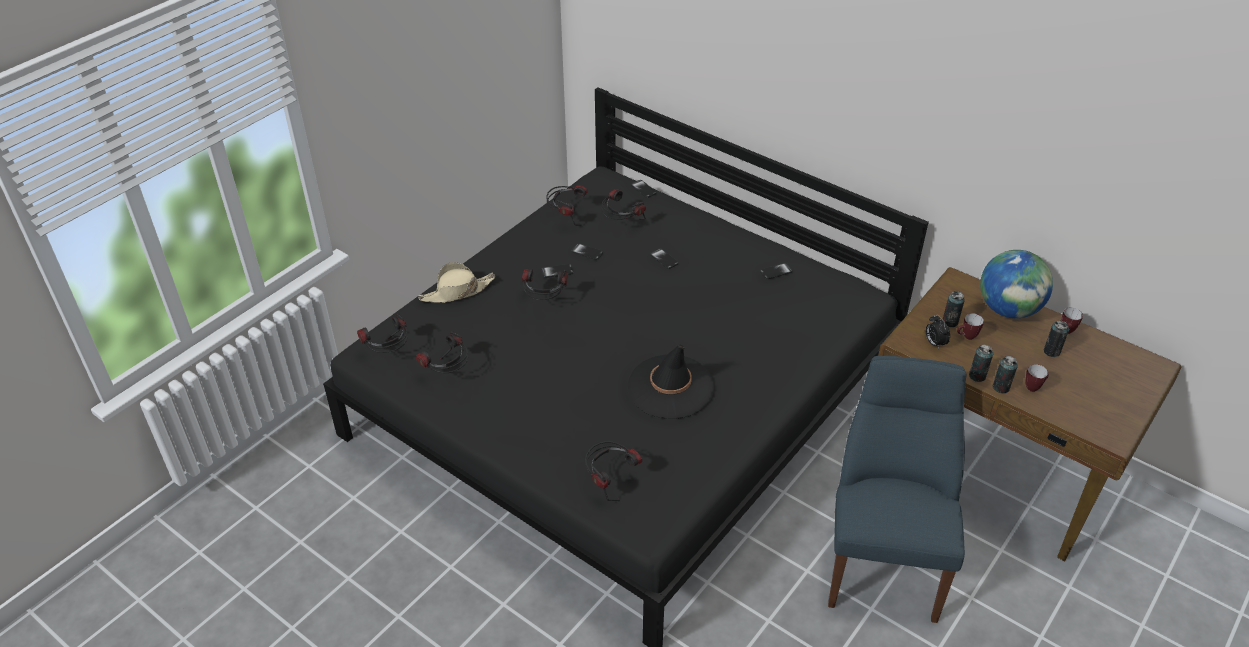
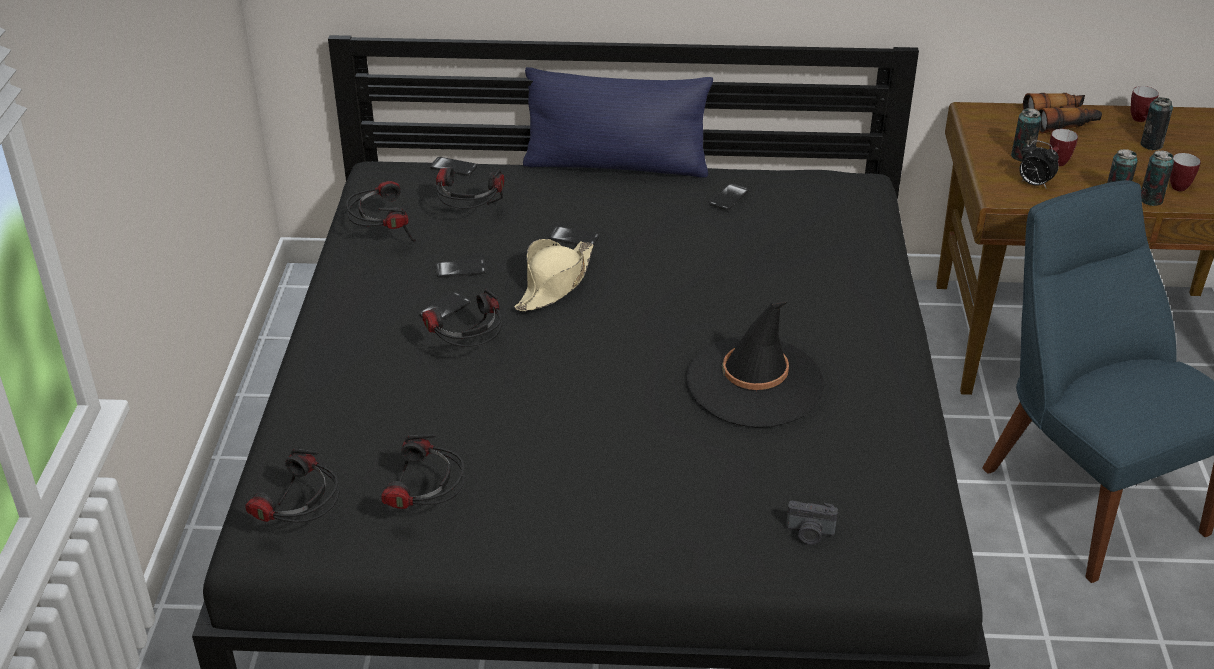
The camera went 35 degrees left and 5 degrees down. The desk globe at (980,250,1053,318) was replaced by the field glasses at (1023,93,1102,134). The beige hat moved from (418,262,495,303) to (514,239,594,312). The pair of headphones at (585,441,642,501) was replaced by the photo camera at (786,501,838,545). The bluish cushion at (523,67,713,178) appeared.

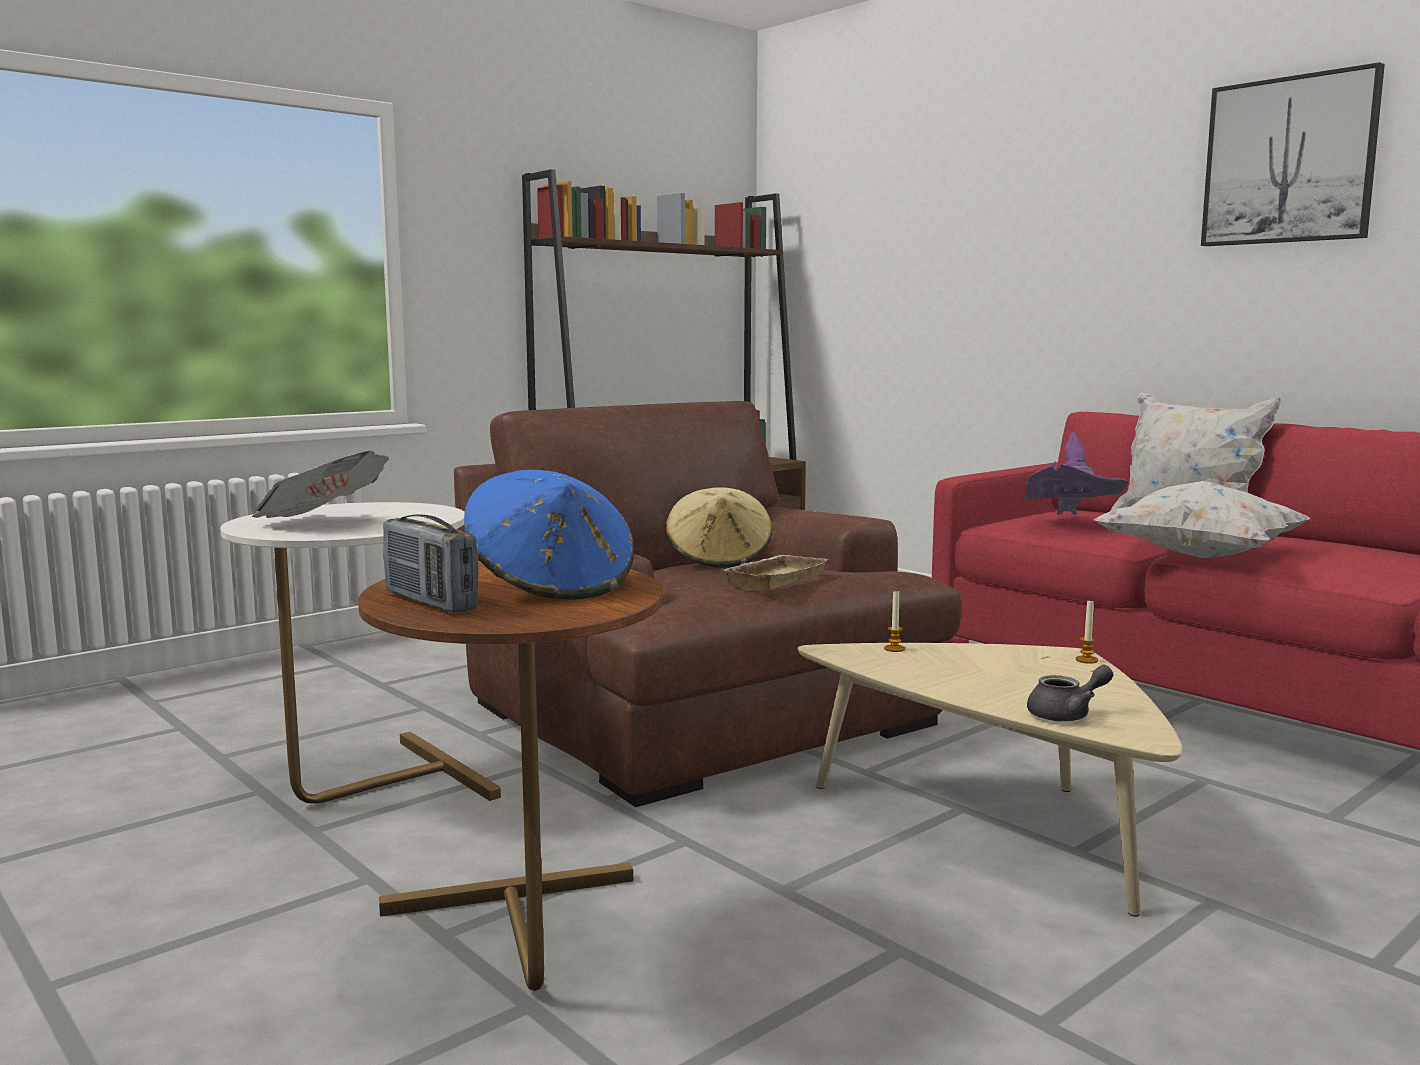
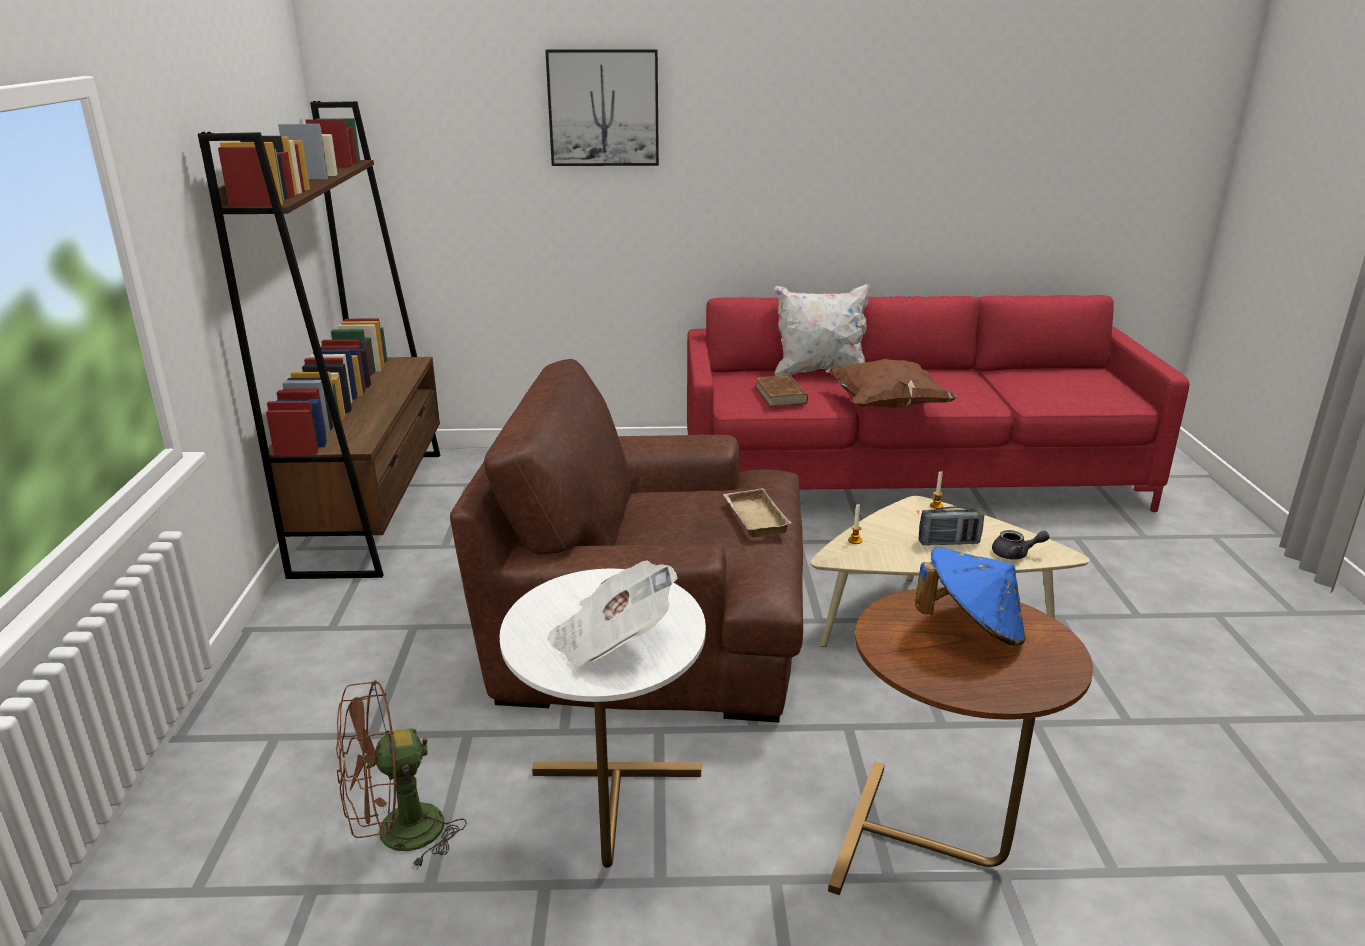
The camera went 50 degrees left and 15 degrees up. The picture moved from (1201,62,1385,246) to (545,49,659,166). The purplish hat at (1025,432,1128,515) was replaced by the brown-coloured volume at (755,375,808,407). The whitish cushion at (1094,481,1311,558) became the brown-coloured cushion at (825,359,958,408). The beige hat at (665,487,772,568) disappeared. The radio set moved from (383,514,479,612) to (919,506,984,546). The greyish teapot at (1027,665,1113,722) turned 75 degrees clockwise. The brown-coloured cooling fan at (336,680,467,869) appeared.

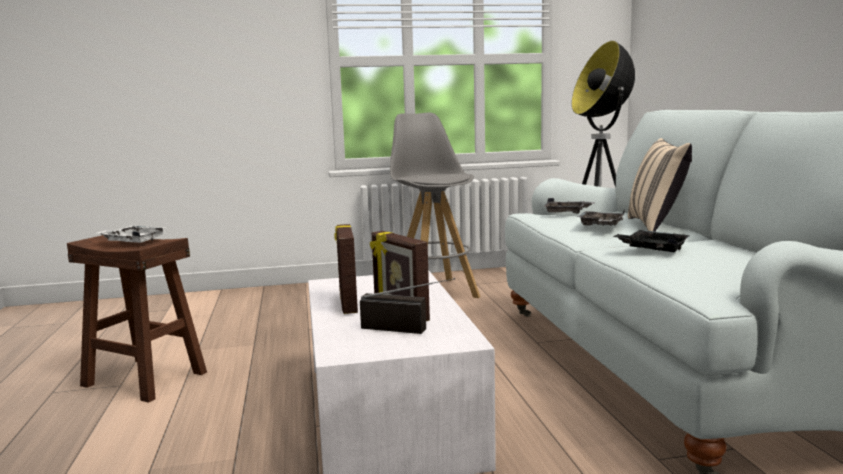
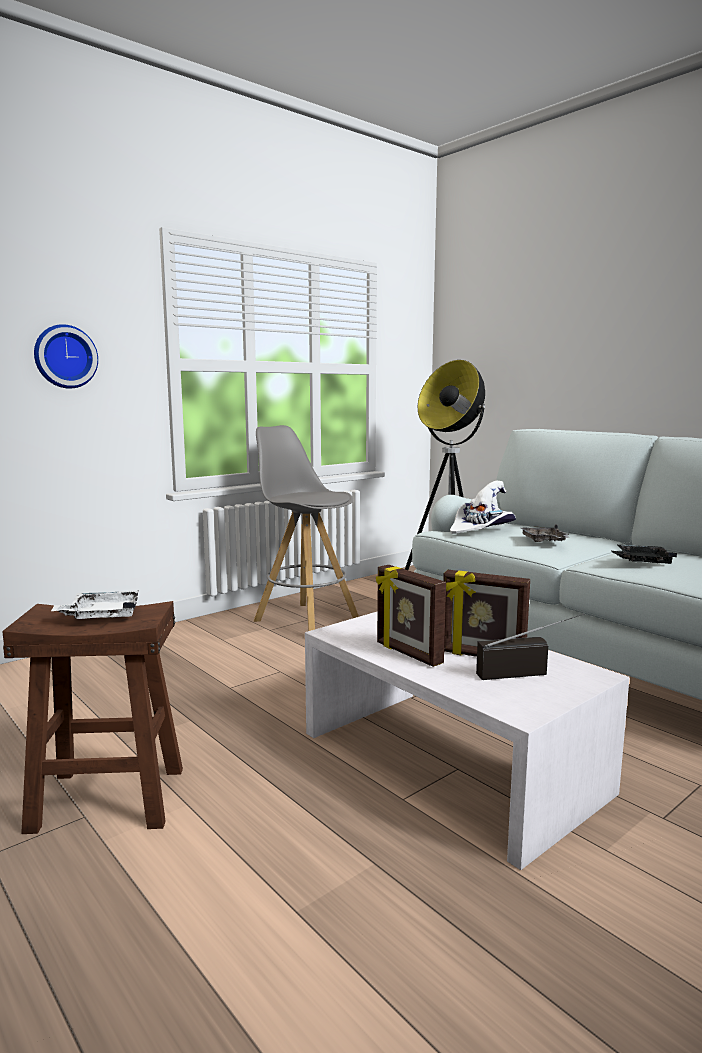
The camera went 30 degrees left and 0 degrees up. The beige cushion at (628,138,692,232) disappeared. The greyish tray at (544,198,595,213) was replaced by the whitish hat at (450,481,516,534). The clock on the wall at (34,324,98,389) appeared.

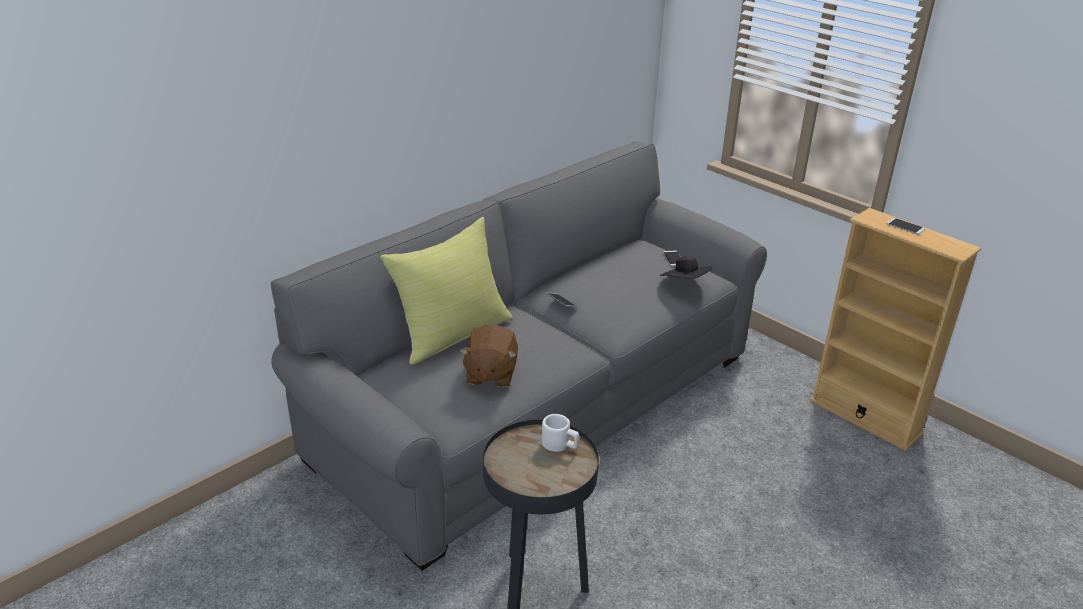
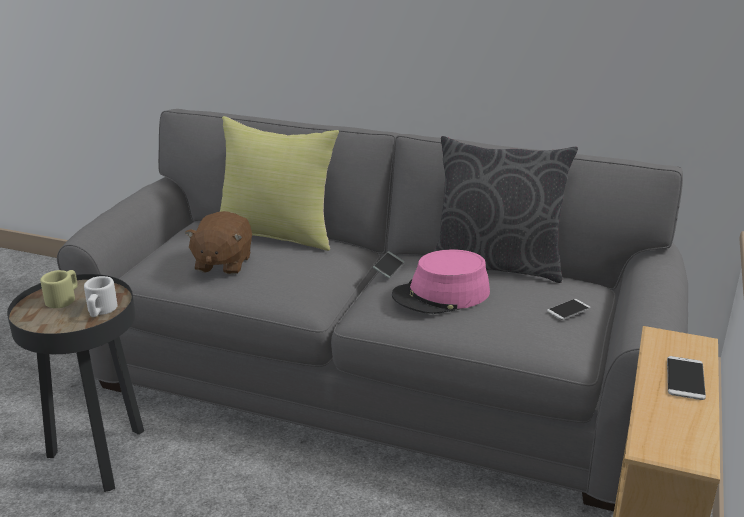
The camera went 65 degrees right and 5 degrees down. The black hat at (660,256,712,279) disappeared. The brown-coloured plush toy at (459,325,518,387) turned 60 degrees counterclockwise. The greyish cushion at (433,136,578,283) appeared. The pink hat at (392,249,490,314) appeared. The beige mug at (40,270,78,308) appeared.

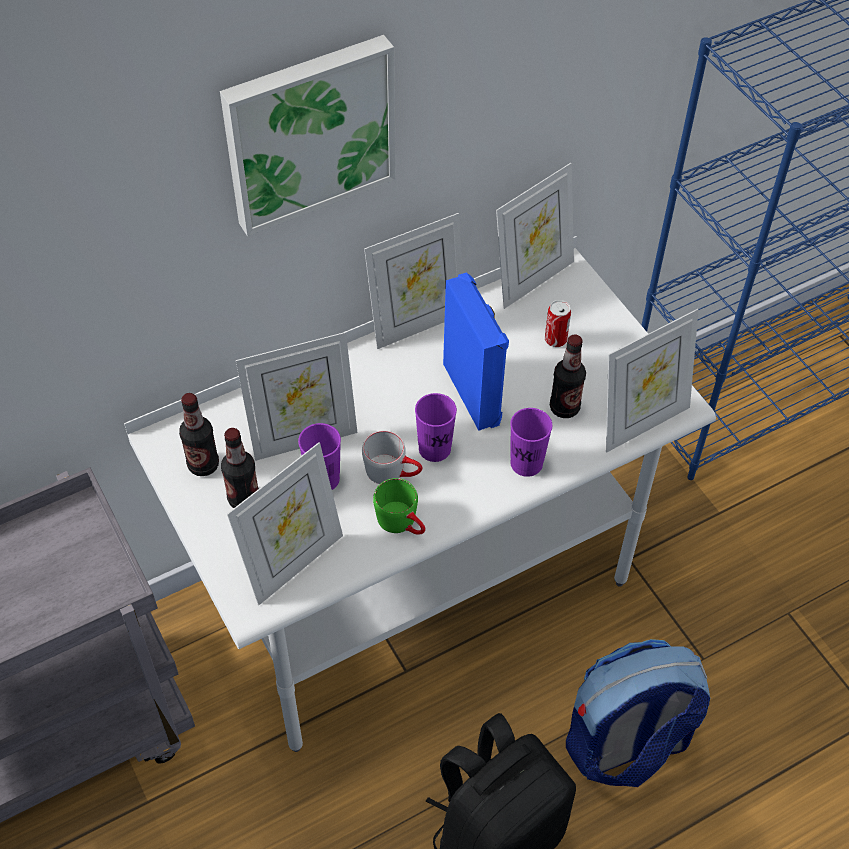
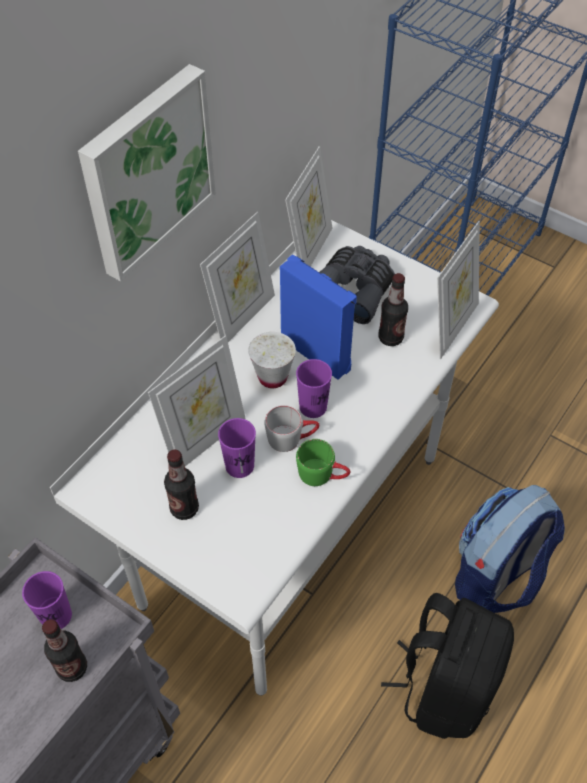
The camera went 25 degrees left and 0 degrees up. The metal can at (545,300,571,347) was replaced by the greyish field glasses at (319,246,395,324). The bottle moved from (179,393,219,476) to (42,619,87,682). The purplish cup moved from (510,408,552,477) to (22,571,72,629). The picture frame at (227,442,343,605) disappeared. The whitish cup at (248,332,296,388) appeared.

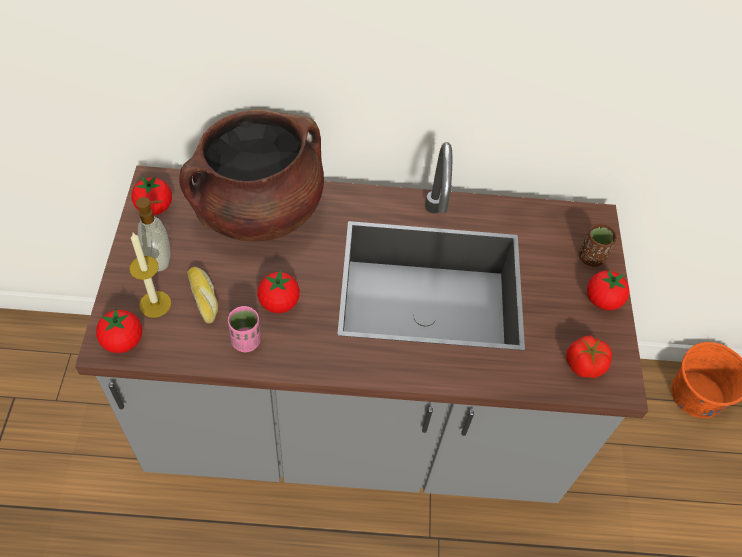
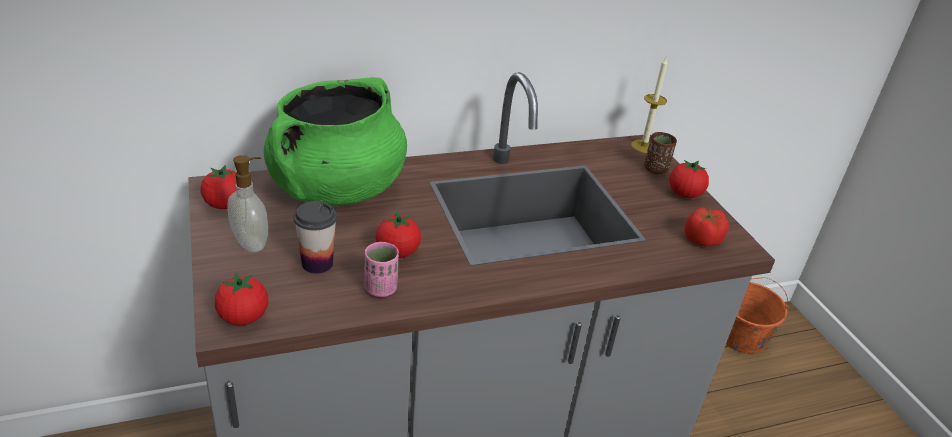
The camera went 20 degrees left and 20 degrees down. The brown-coloured cooking pot at (179,109,324,242) became the greenish cooking pot at (264,77,407,206). The wax candle moved from (129,233,171,318) to (631,58,668,153). The bread at (187,267,218,324) was replaced by the cup at (294,201,337,274).

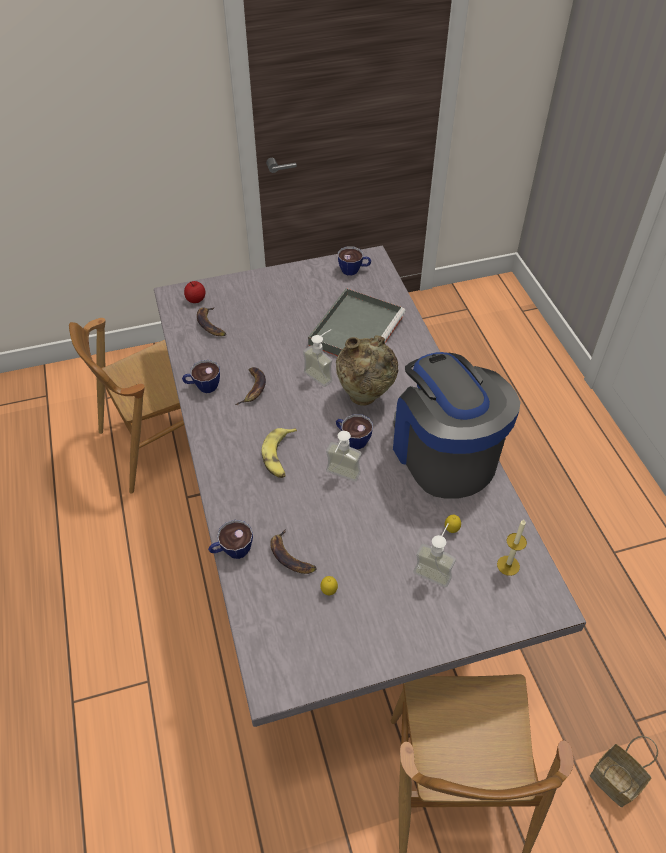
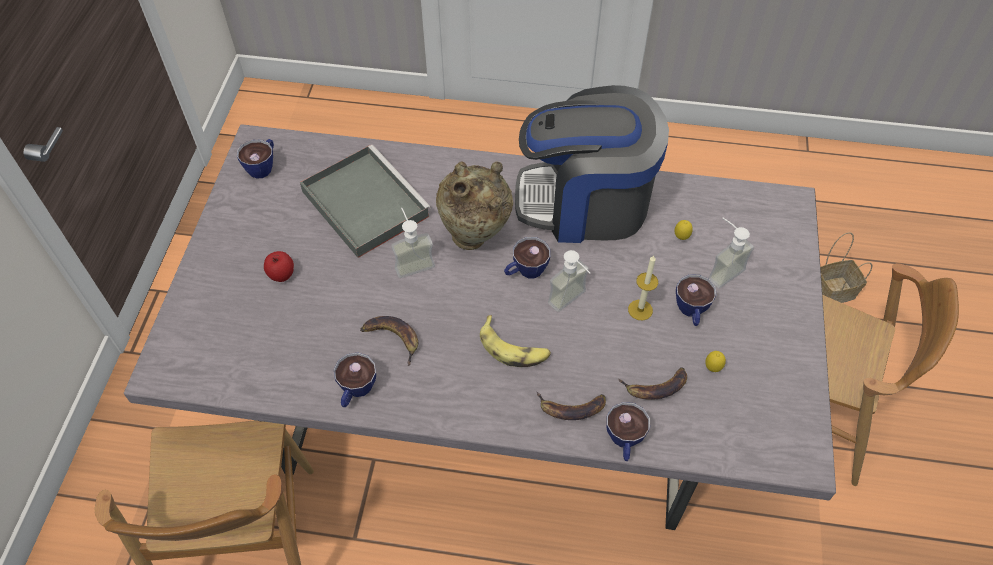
The camera went 65 degrees left and 5 degrees up. The apple fruit moved from (184,281,205,303) to (264,251,294,282). The whole banana moved from (197,307,226,336) to (537,392,606,420). The wax candle moved from (497,520,527,576) to (628,256,658,320). The cup at (676,274,717,326) appeared.

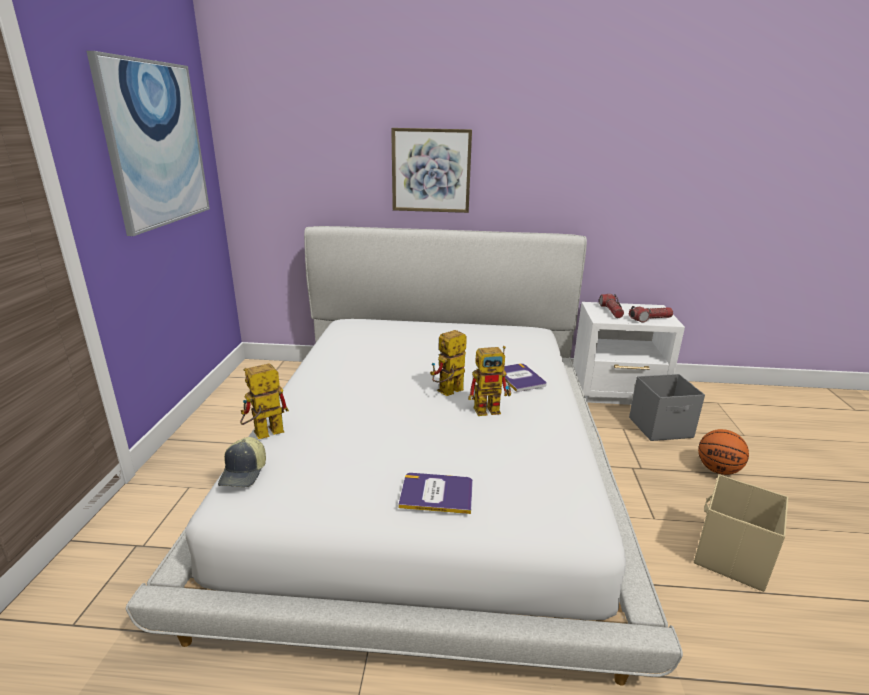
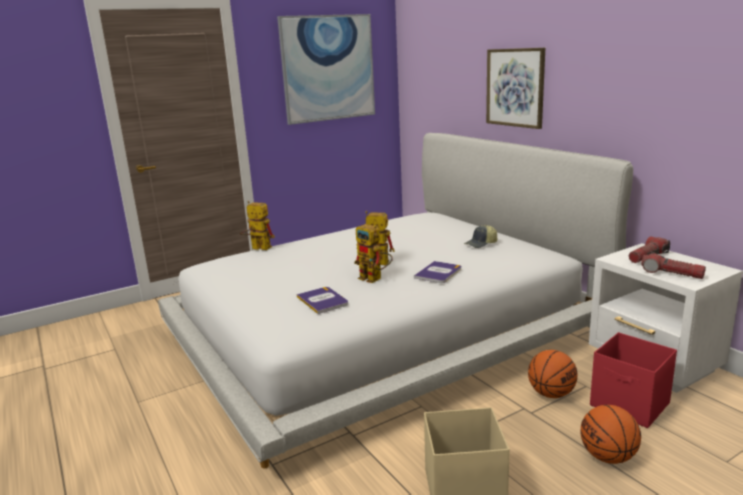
The camera went 55 degrees right and 5 degrees down. The greyish storage box at (629,374,705,441) became the reddish storage box at (590,332,677,428). The baseball cap moved from (218,437,266,487) to (464,225,497,248). The volume moved from (398,473,473,514) to (297,287,348,314). The basketball at (528,350,578,398) appeared.

